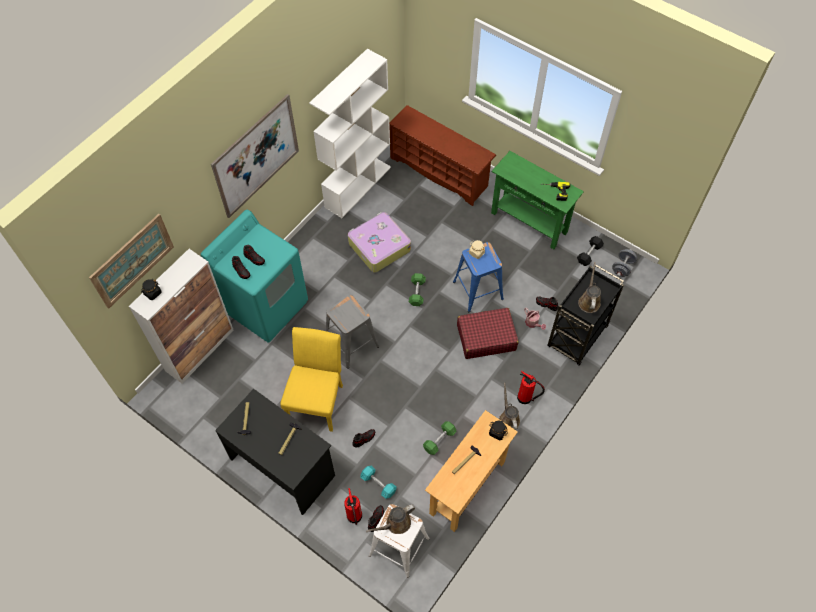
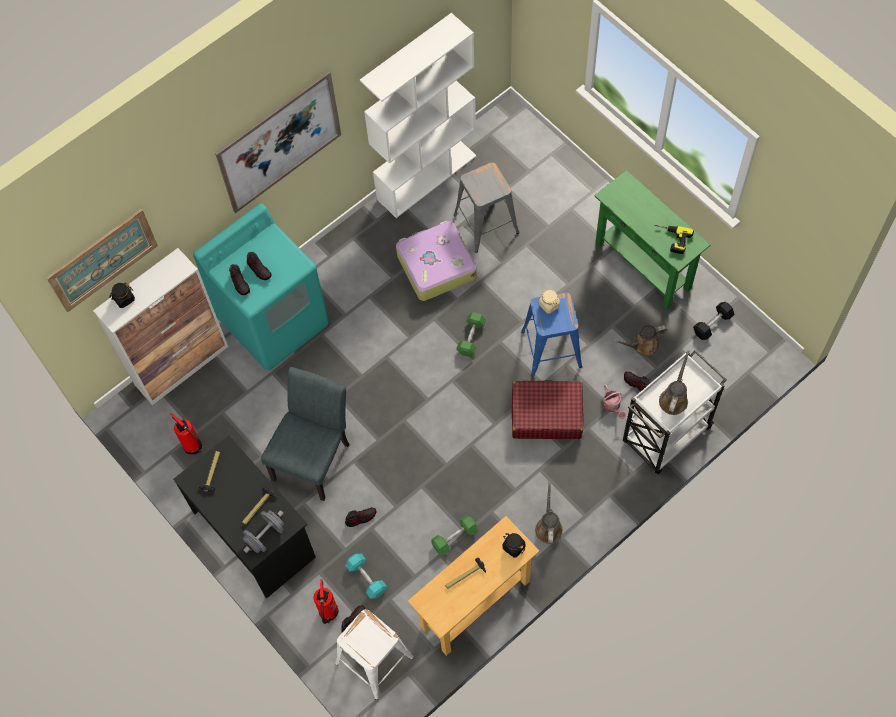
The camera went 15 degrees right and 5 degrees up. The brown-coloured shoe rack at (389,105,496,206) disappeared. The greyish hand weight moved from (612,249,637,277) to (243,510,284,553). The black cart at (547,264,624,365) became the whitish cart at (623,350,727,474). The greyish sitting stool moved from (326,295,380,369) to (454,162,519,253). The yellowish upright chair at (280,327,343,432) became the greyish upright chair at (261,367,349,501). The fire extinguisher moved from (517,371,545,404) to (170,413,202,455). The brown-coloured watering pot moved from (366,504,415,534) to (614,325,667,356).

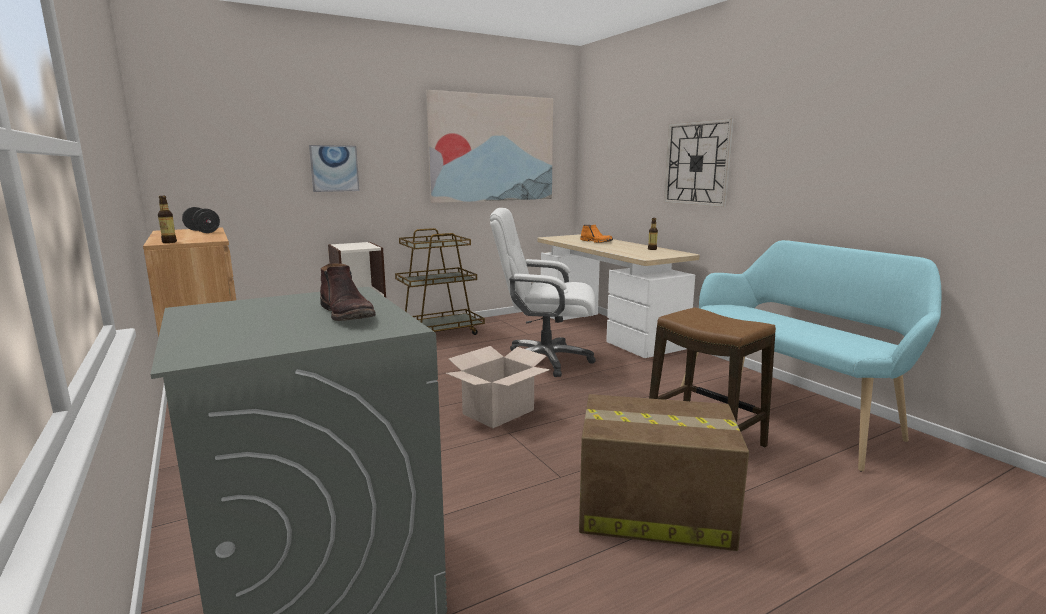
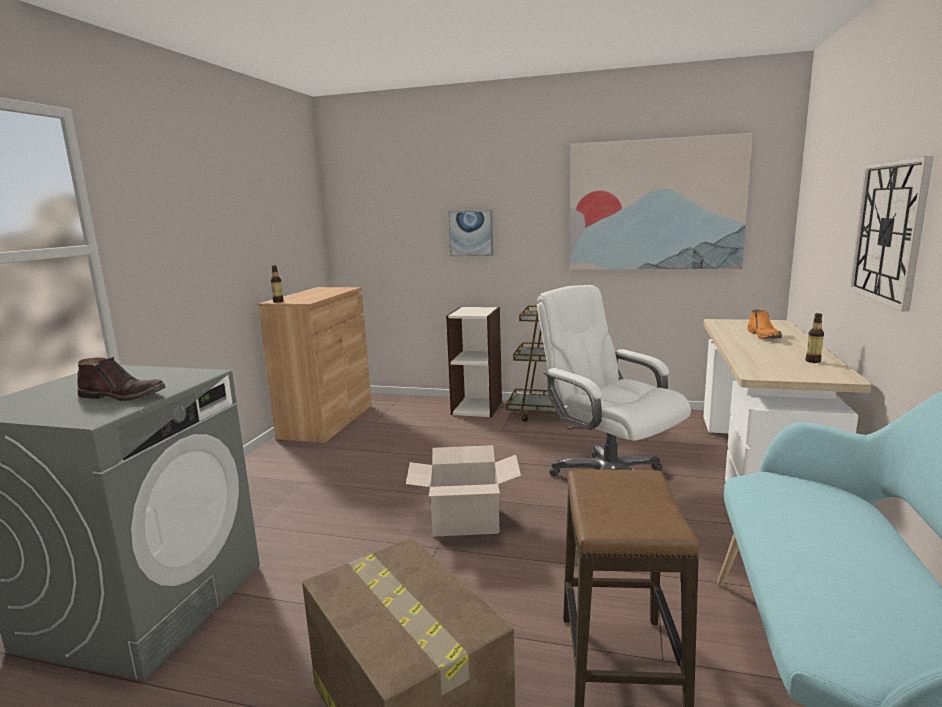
The camera went 45 degrees right and 0 degrees up. The black hand weight at (182,207,220,233) disappeared. The brown-coloured tall boot at (320,263,376,321) turned 90 degrees counterclockwise.

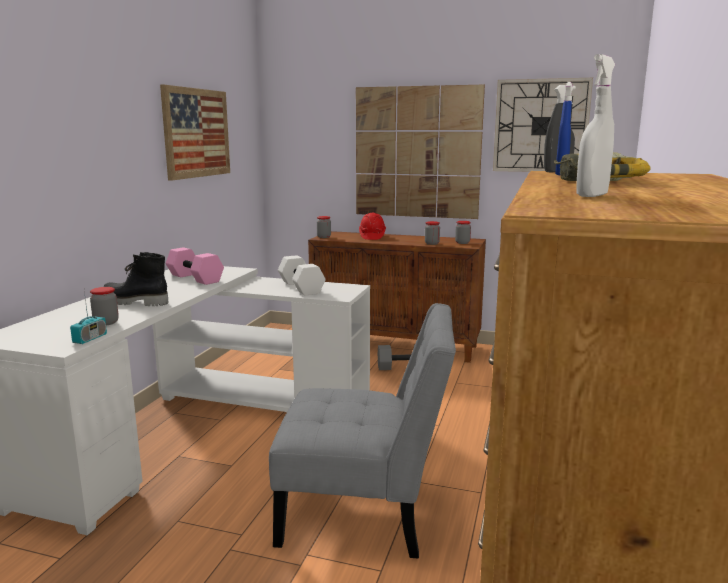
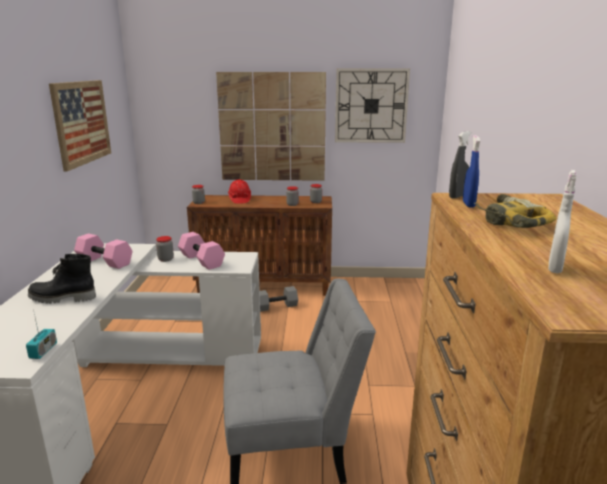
The camera went 15 degrees left and 5 degrees up. The whitish hand weight at (278,255,326,296) became the pink hand weight at (178,232,225,270). The jar moved from (90,287,119,325) to (156,236,174,262).

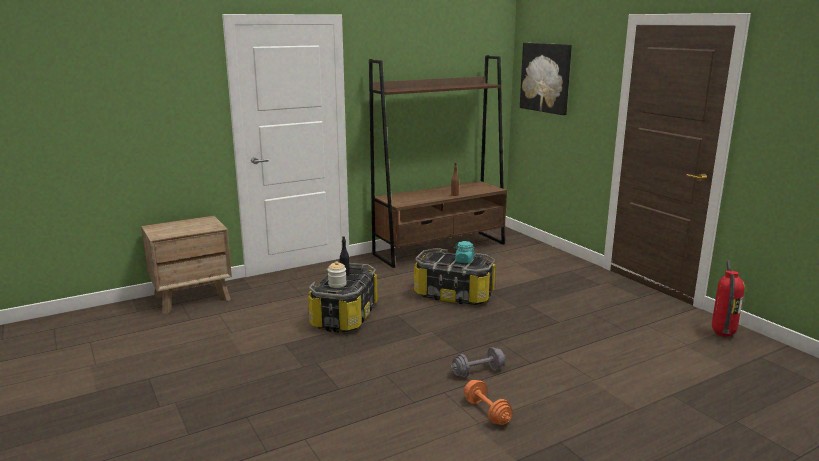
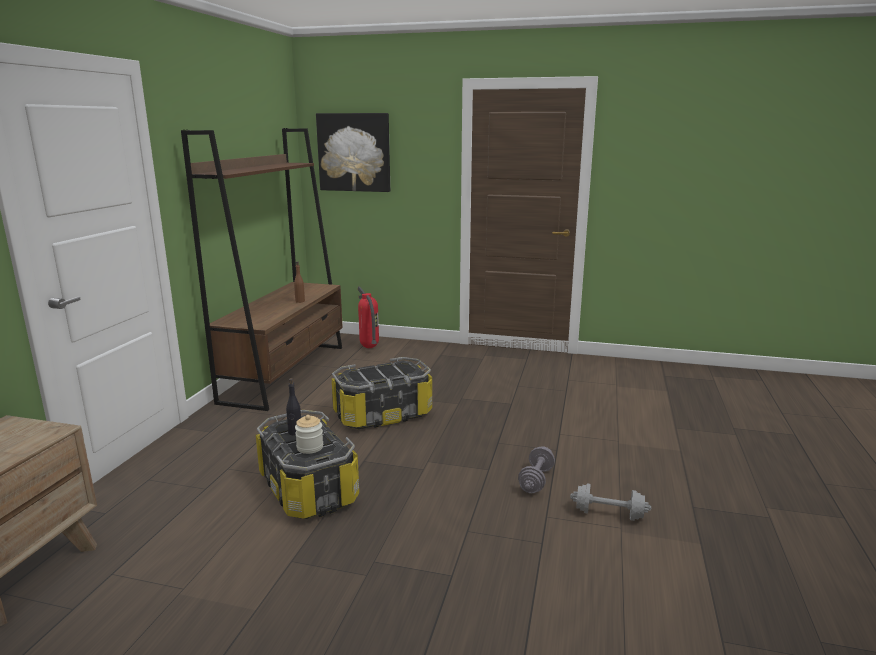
The camera went 45 degrees left and 0 degrees up. The blue-green jar at (454,241,475,263) disappeared. The fire extinguisher moved from (712,260,745,337) to (358,286,379,348). The orange-coloured hand weight at (464,380,513,425) became the greyish hand weight at (570,484,651,521).

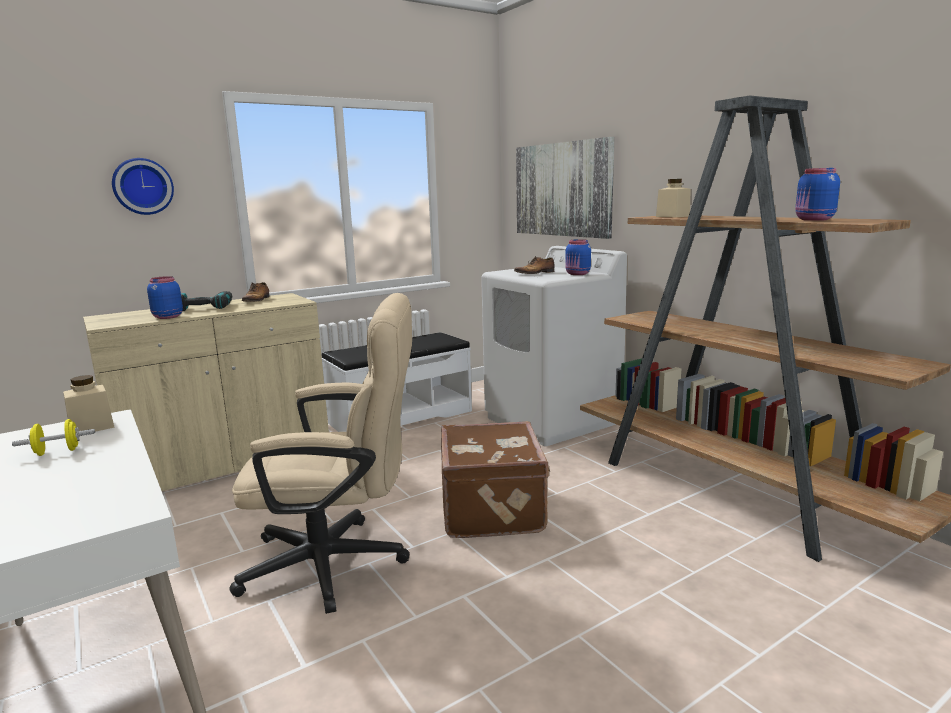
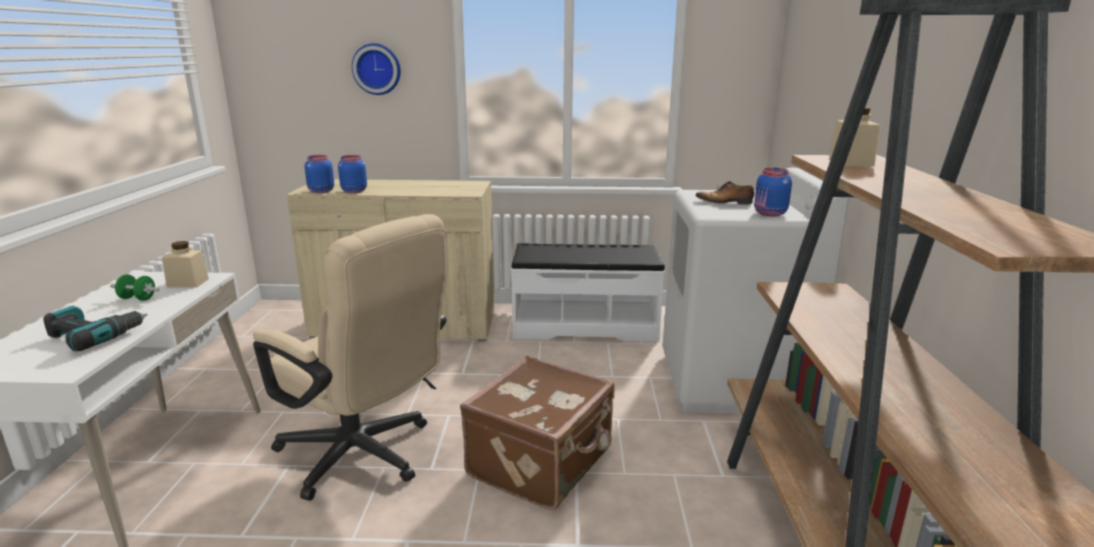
The camera went 35 degrees right and 5 degrees up. The picture at (516,137,615,239) disappeared. The bluish jar moved from (795,168,840,221) to (305,155,334,193). The low shoe at (242,282,270,302) disappeared. The electric drill moved from (181,291,233,311) to (43,306,148,351). The yellowish hand weight at (12,419,95,456) became the greenish hand weight at (110,274,160,301).

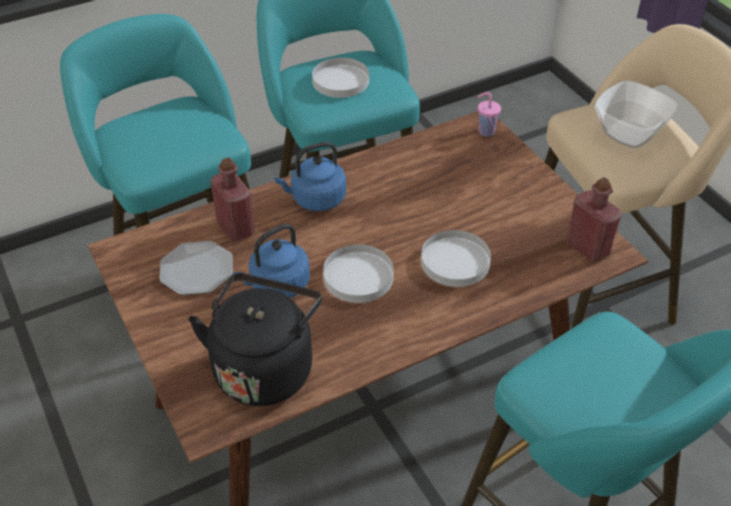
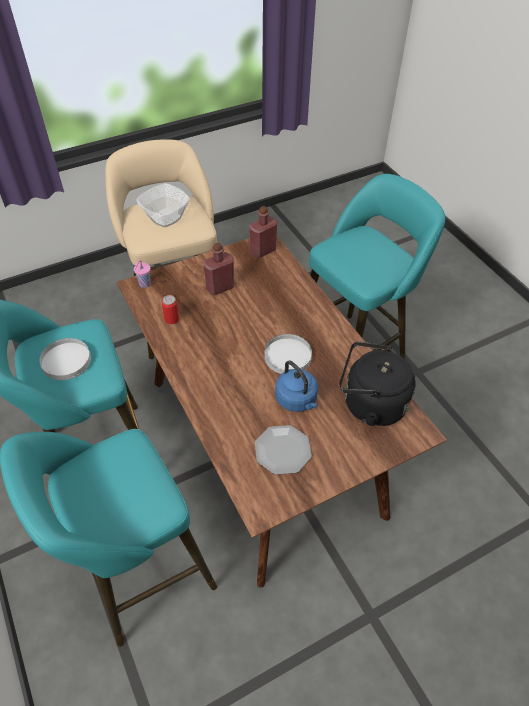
The camera went 90 degrees left and 5 degrees up. The bluish tea kettle at (274,142,346,211) disappeared. The reddish bottle moved from (210,157,255,241) to (203,243,234,296). The whitish dinner plate at (421,230,491,287) disappeared. The metal can at (162,295,179,324) appeared.

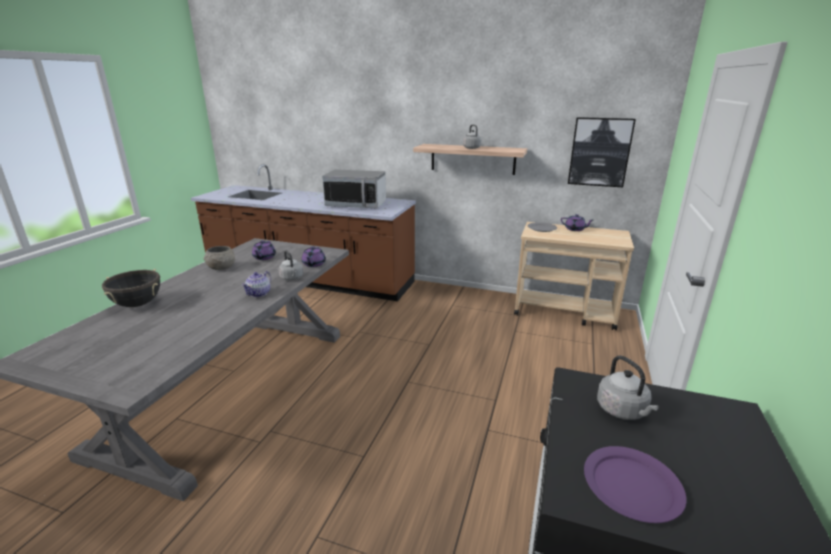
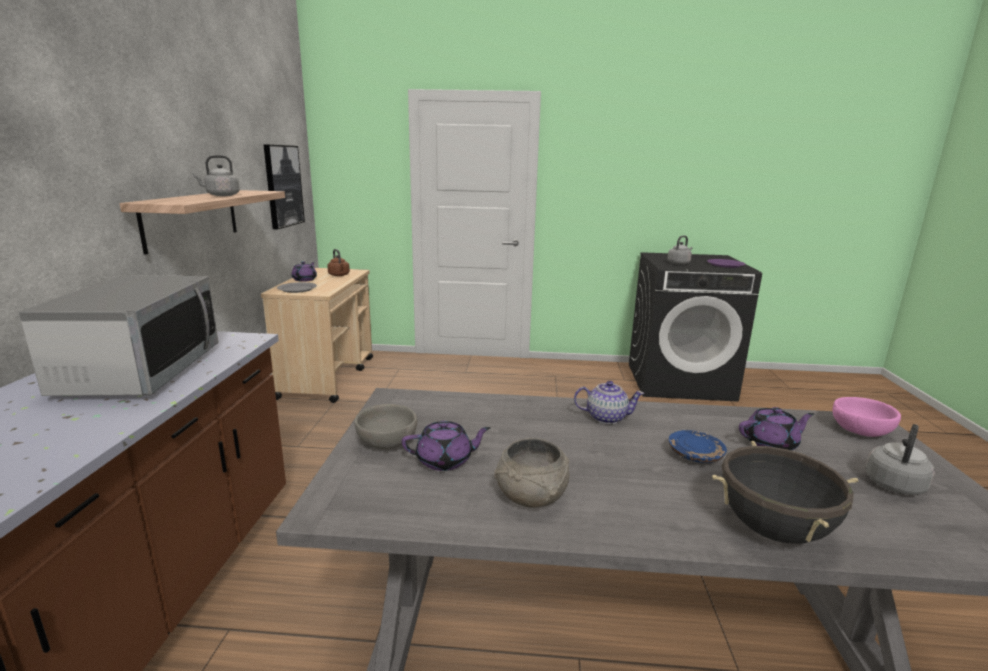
The camera went 105 degrees left and 5 degrees down. The purplish teapot moved from (302,246,326,267) to (739,407,814,450). The greyish tea kettle moved from (278,250,303,281) to (866,424,935,495). The brown-coloured tea kettle at (327,249,350,276) appeared. The pink serving bowl at (832,397,901,437) appeared. The greyish serving bowl at (354,404,417,449) appeared. The bluish dinner plate at (669,430,727,463) appeared.

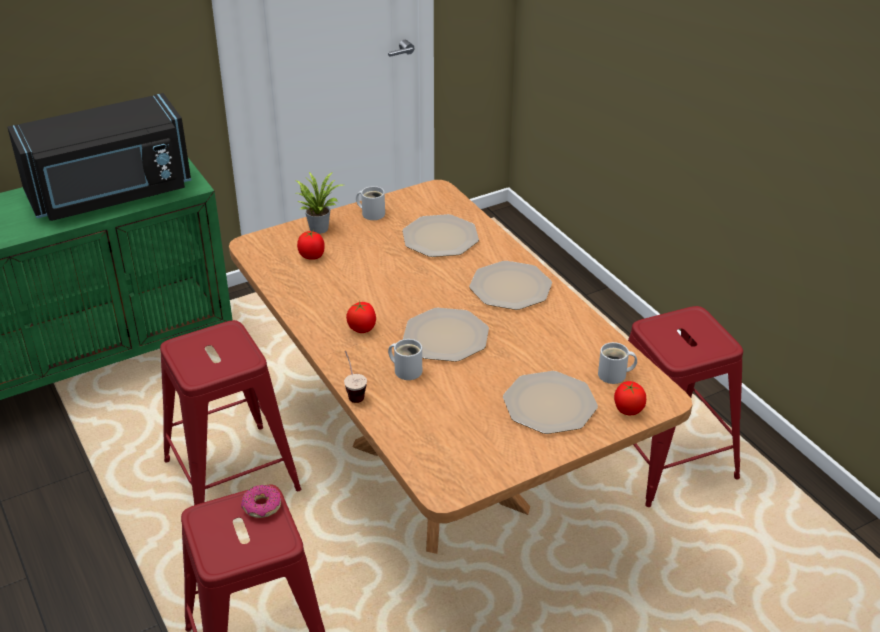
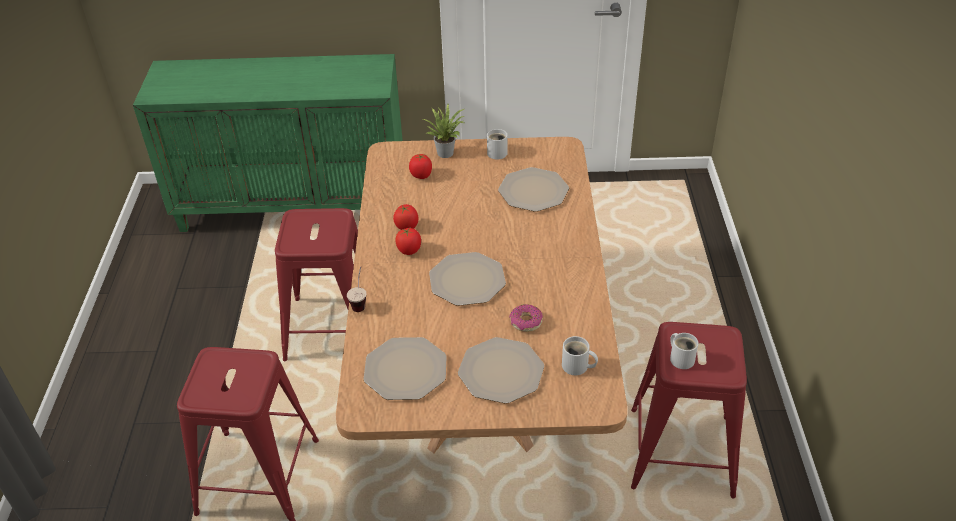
The camera went 30 degrees right and 5 degrees up. The black kitchen microwave at (7,93,191,221) disappeared. The dinner plate moved from (469,261,552,310) to (364,337,447,400). The whitish mug moved from (388,339,422,380) to (670,333,699,369). The tomato moved from (614,381,646,415) to (393,204,418,230). The donut moved from (241,485,281,518) to (509,304,543,332).

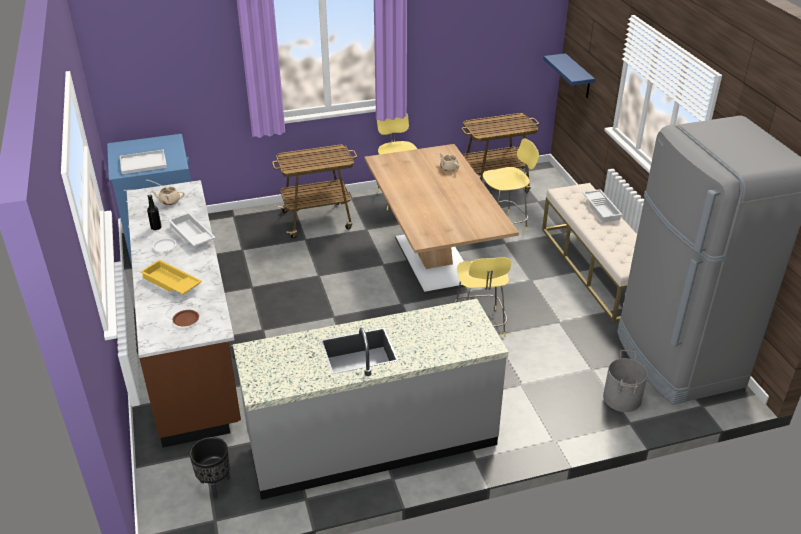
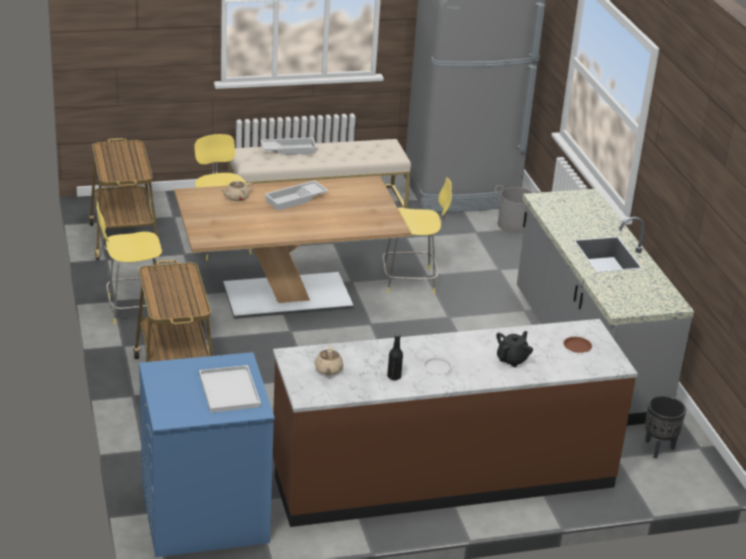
The camera went 90 degrees left and 5 degrees down. The bluish shelf at (543,53,595,98) disappeared. The whitish tray moved from (168,212,216,247) to (264,180,328,211). The yellowish tray at (140,259,202,295) was replaced by the black teapot at (496,331,533,367).

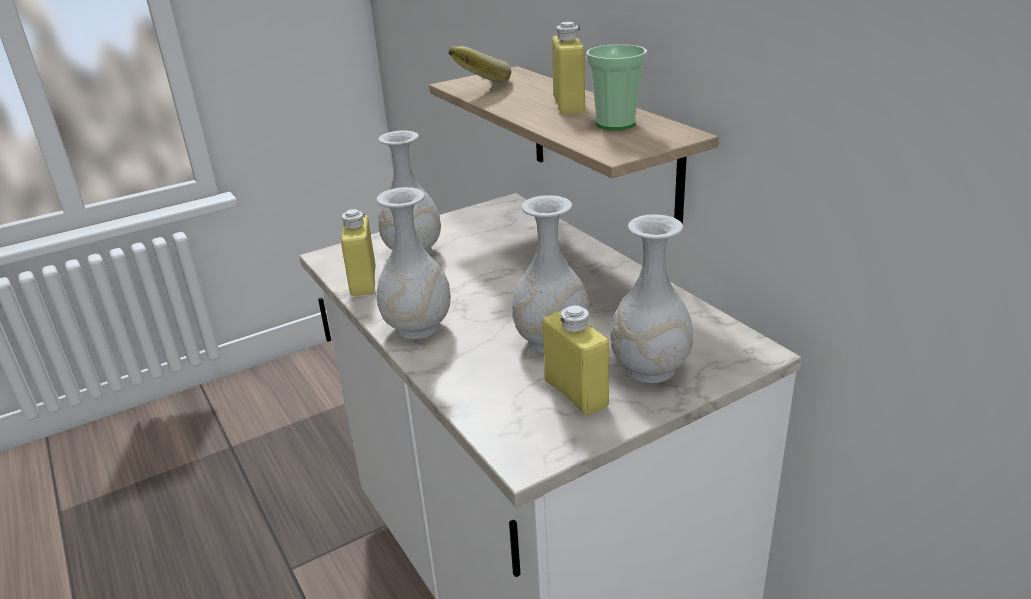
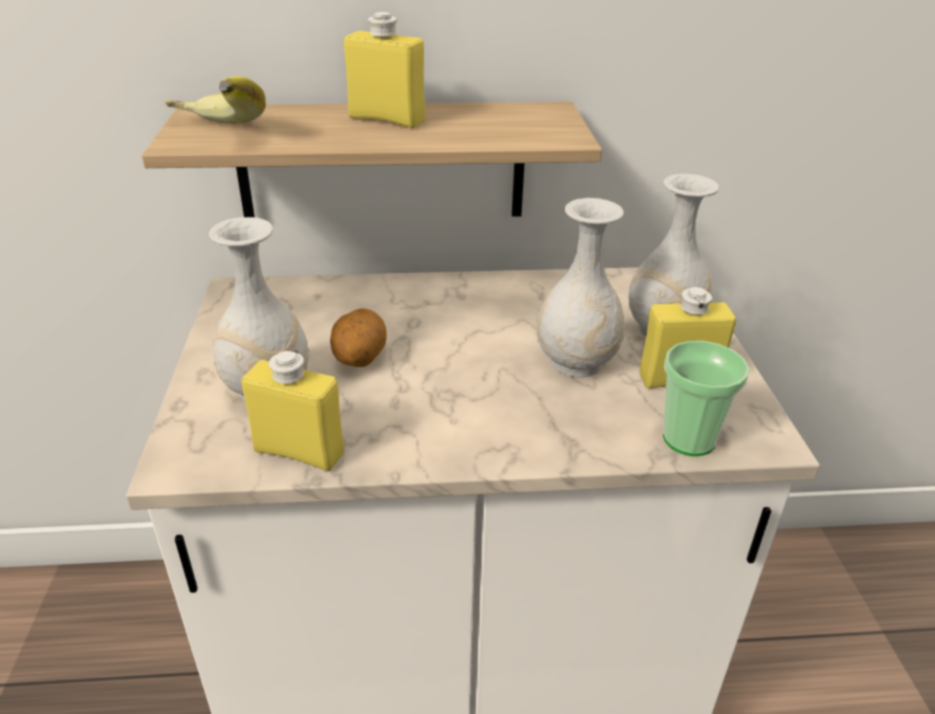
The camera went 65 degrees left and 5 degrees up. The cup moved from (586,44,647,130) to (663,341,749,456). The whitish decorative vase at (376,187,451,339) disappeared. The whole potato at (330,308,387,367) appeared.

